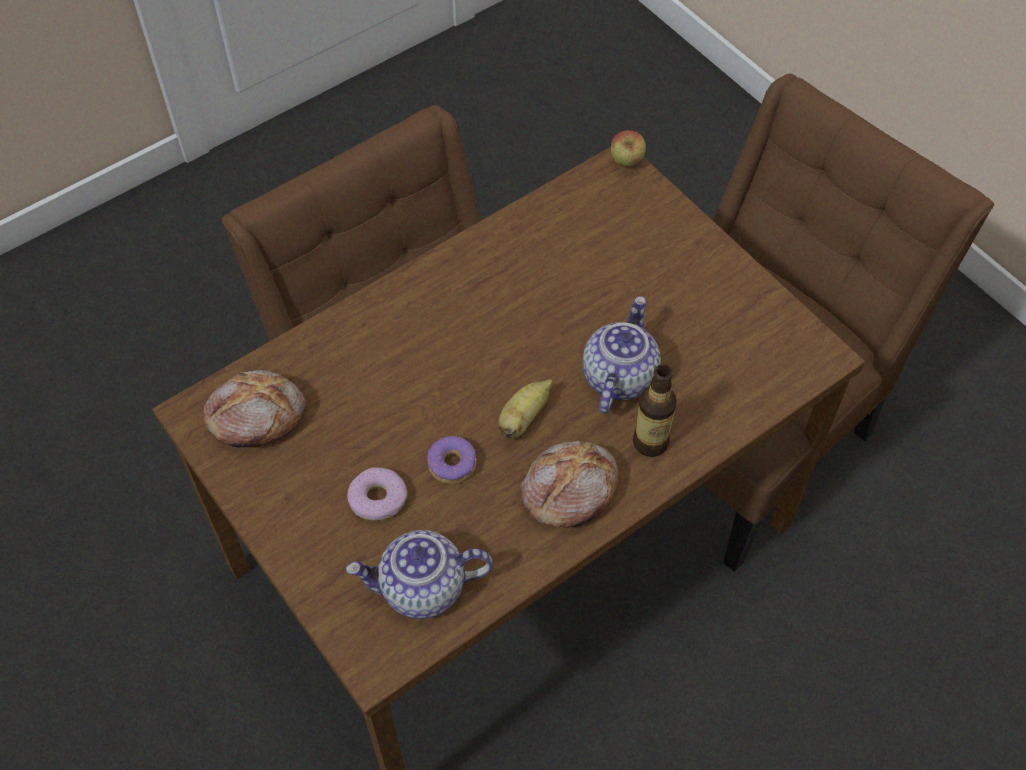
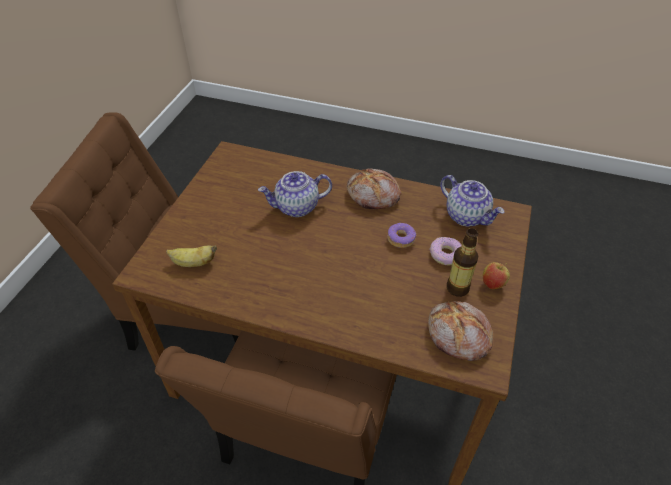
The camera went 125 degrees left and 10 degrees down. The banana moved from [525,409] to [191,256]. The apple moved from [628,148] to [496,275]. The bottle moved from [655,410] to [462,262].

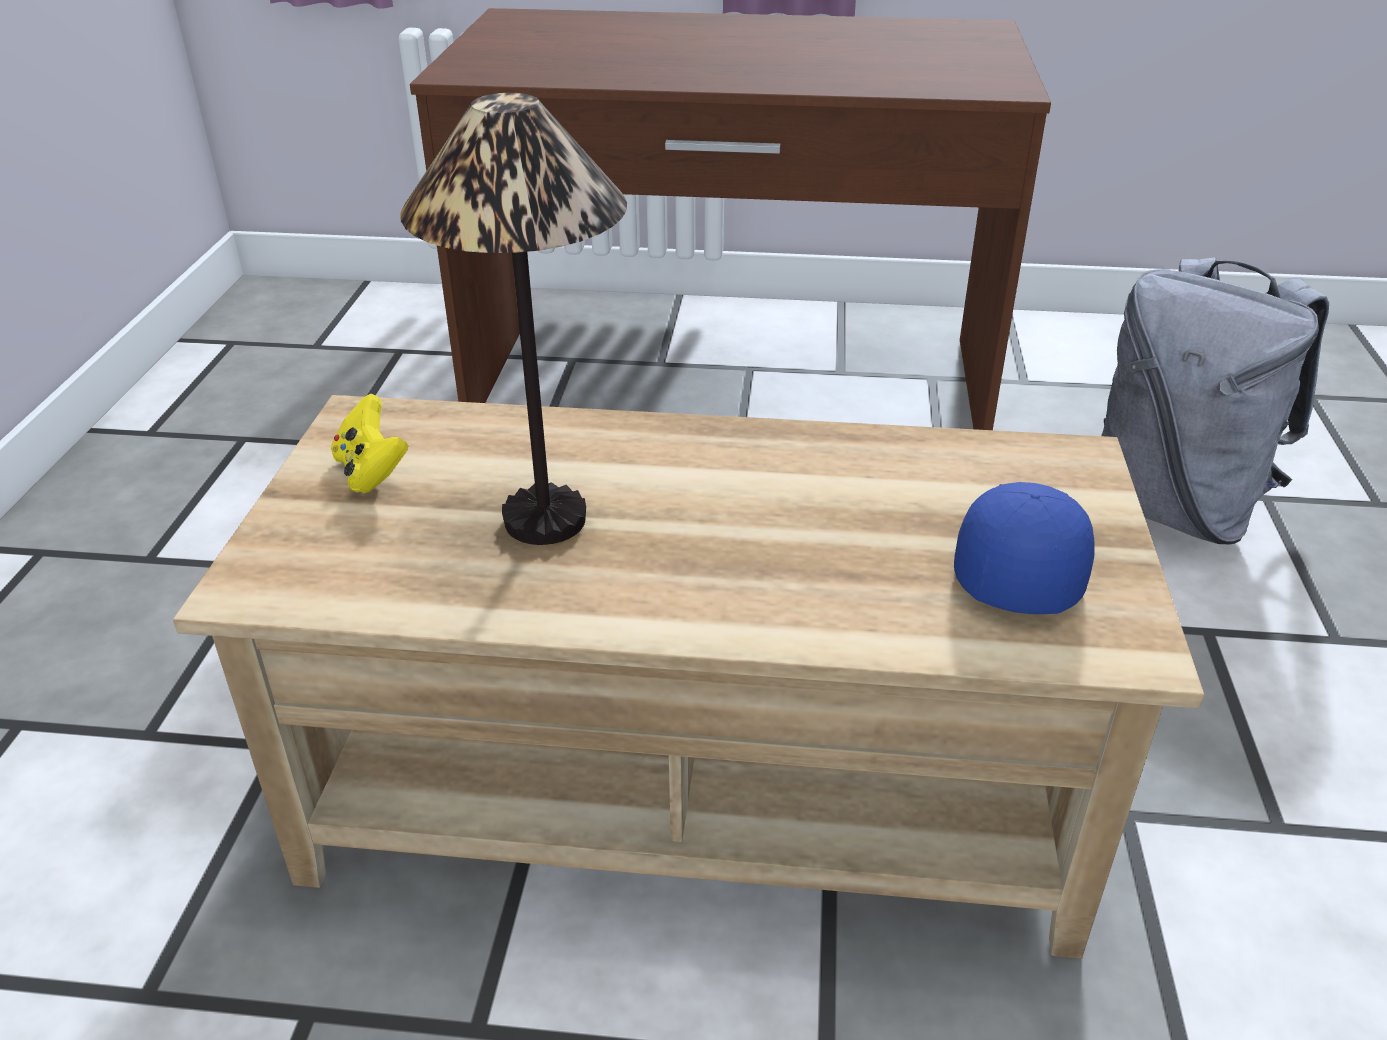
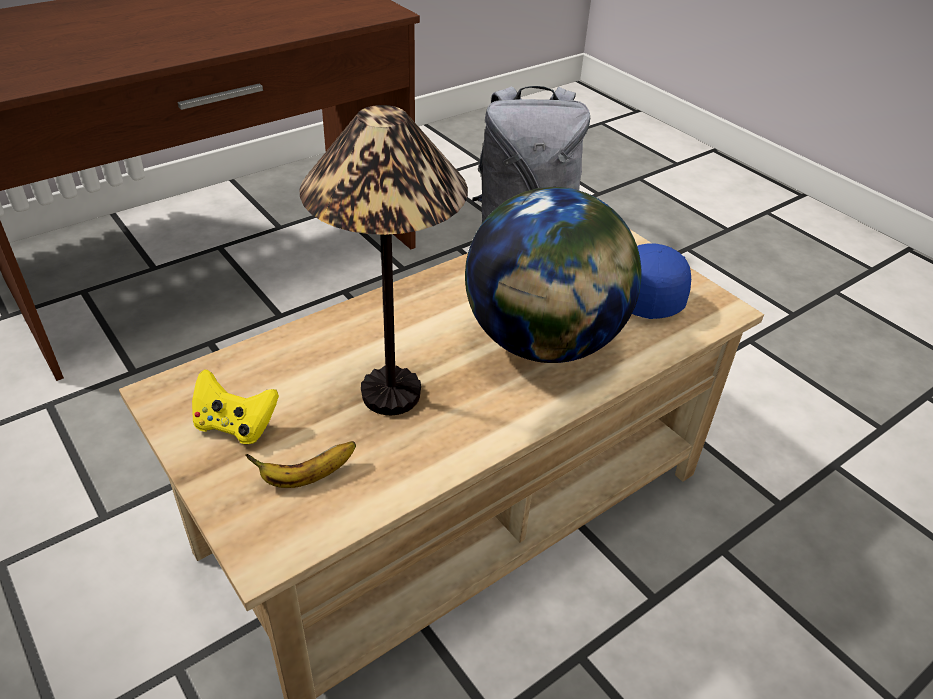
The camera went 45 degrees left and 5 degrees up. The banana at [300,464] appeared. The globe at [553,275] appeared.

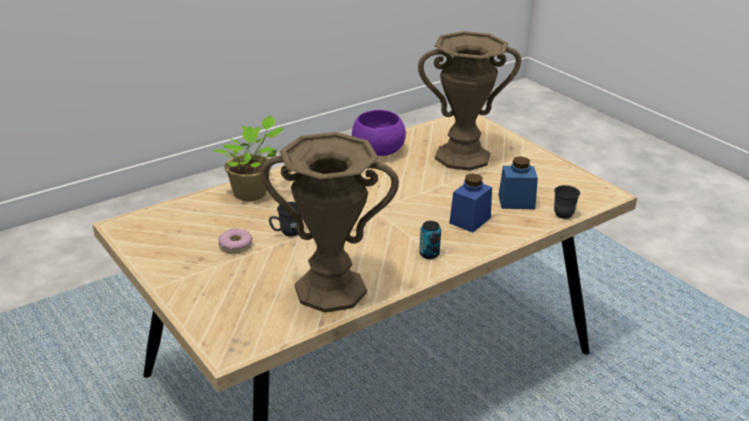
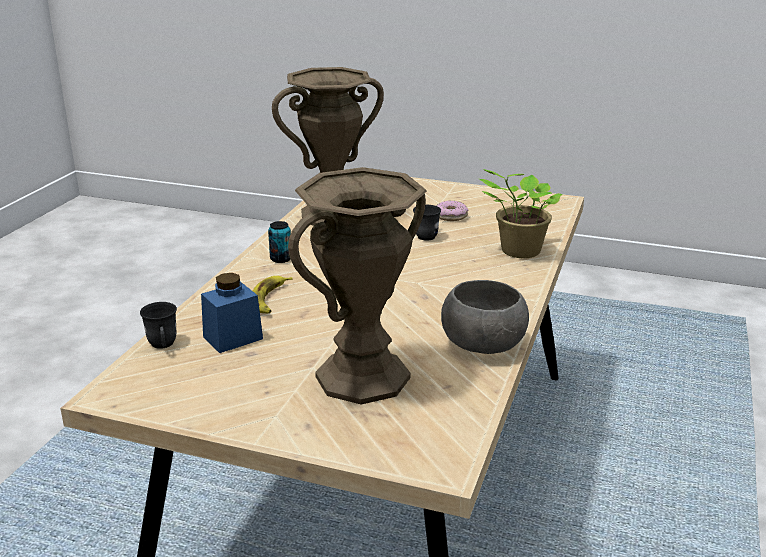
The camera went 145 degrees right and 5 degrees down. The purple_bowl at [379,133] became the grey_bowl at [485,317]. The blue_jar at [470,203] was replaced by the banana at [273,294].

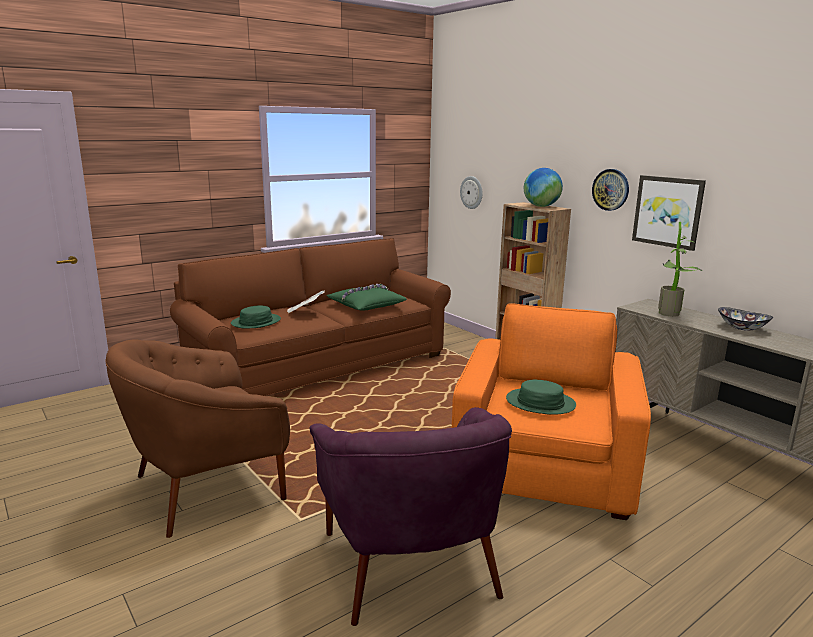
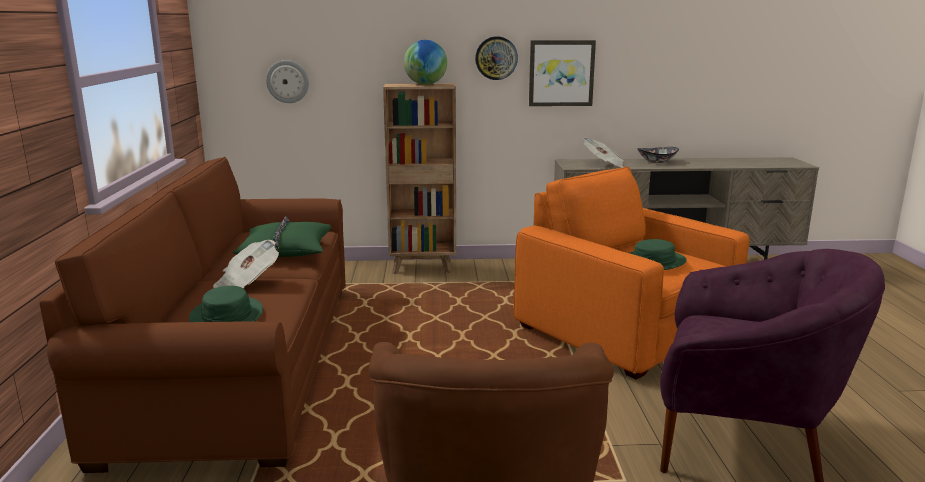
The camera went 55 degrees left and 0 degrees up. The potted_plant at [680,269] was replaced by the newspaper at [603,152].

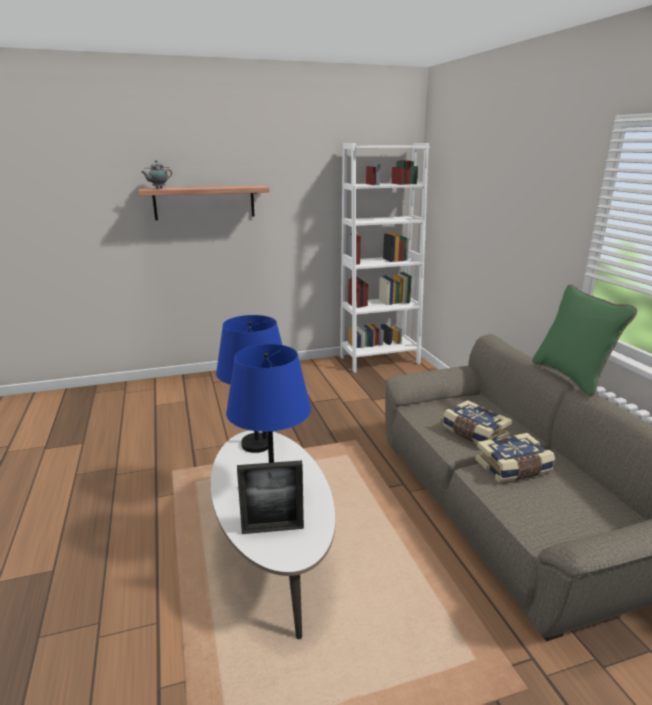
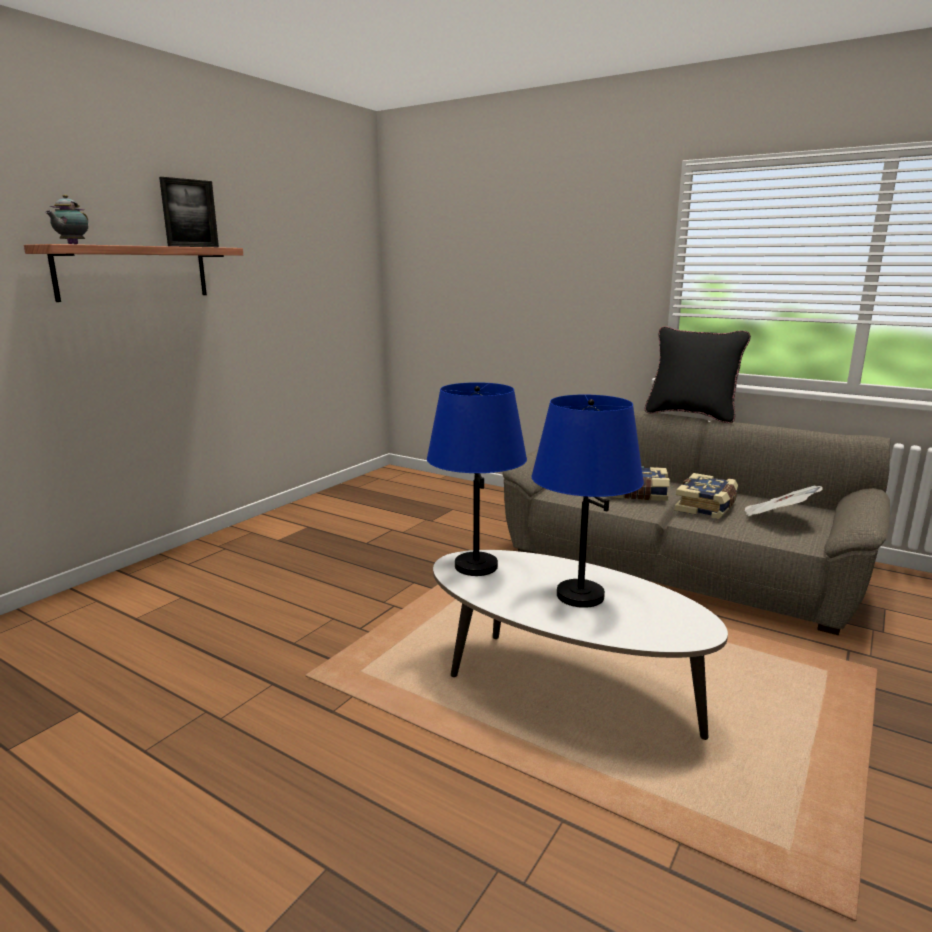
The camera went 40 degrees left and 5 degrees down. The picture_frame moved from [270,497] to [189,212]. The white_bookcase at [385,258] disappeared. The green_pillow at [585,340] became the black_pillow at [698,374]. The newspaper at [784,500] appeared.

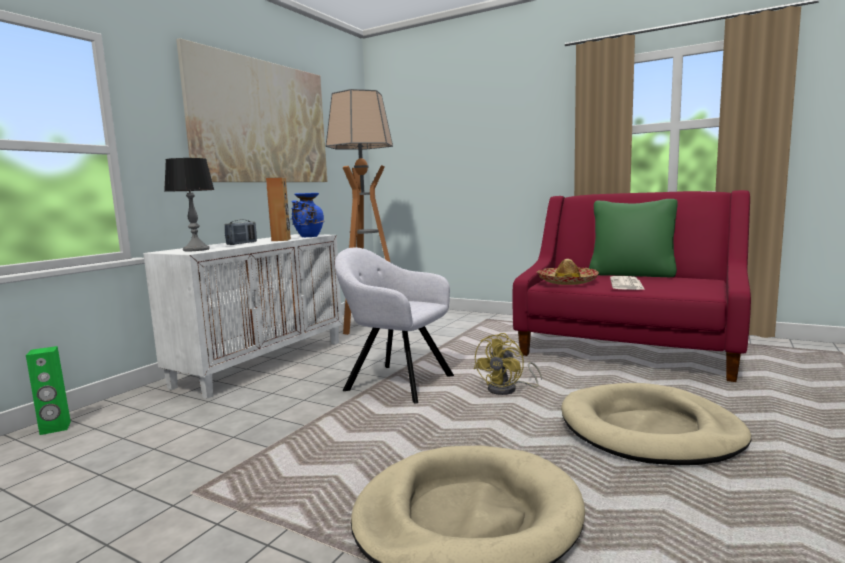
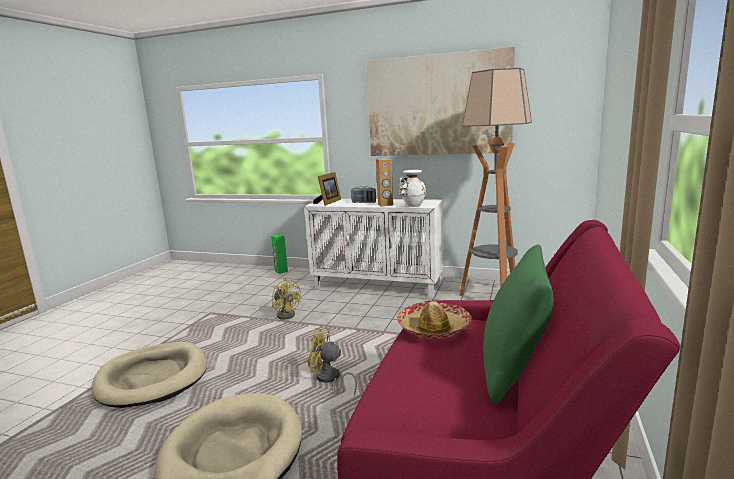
The camera went 80 degrees right and 5 degrees up. The table_lamp at [189,204] was replaced by the picture_frame at [327,189]. The blue_vase at [307,215] became the white_vase at [412,188]. The grey_armchair at [394,325] disappeared. The newspaper at [627,283] disappeared. The yellow_fan at [286,299] appeared.

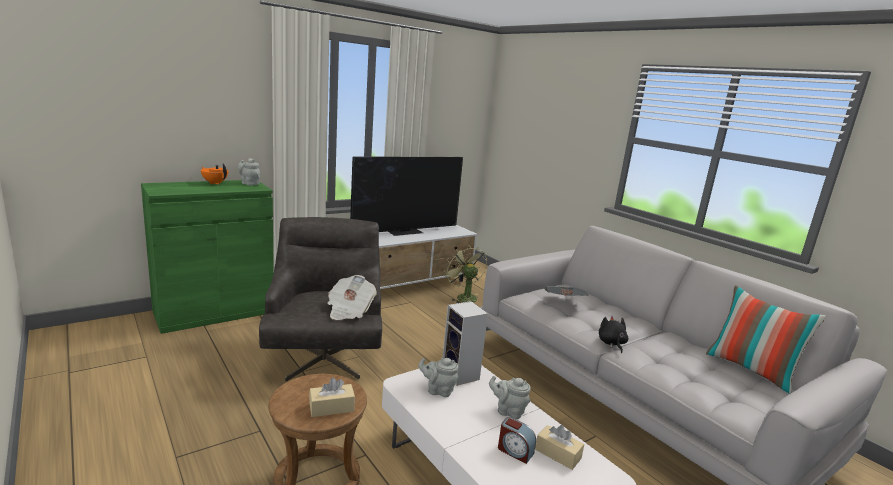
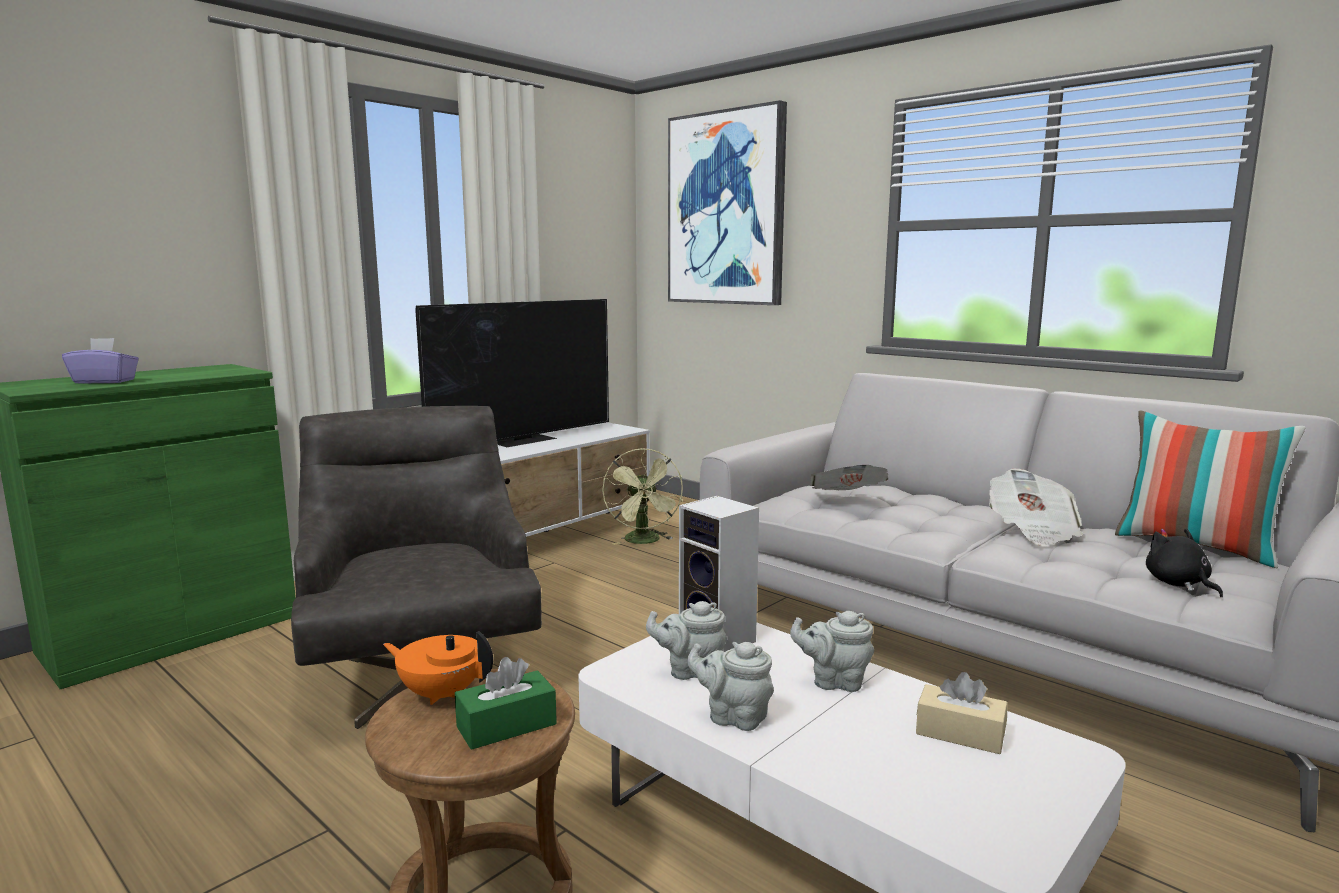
The camera went 10 degrees left and 5 degrees down. The orange_teapot moved from [215,173] to [438,668]. The grey_teapot moved from [249,172] to [730,686]. The beige_tissue_box at [332,397] became the green_tissue_box at [506,703]. The newspaper moved from [352,297] to [1036,507]. The green_fan at [465,274] turned 150 degrees counterclockwise. The alarm_clock at [517,440] disappeared. The black_plush_toy moved from [613,334] to [1184,562]. The purple_tissue_box at [100,361] appeared. The picture at [727,202] appeared.

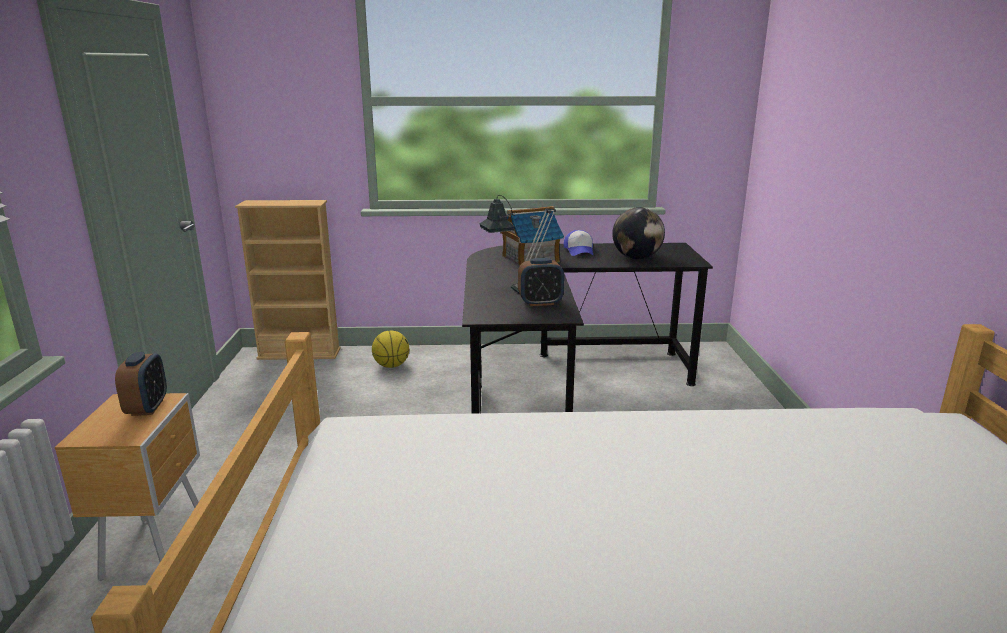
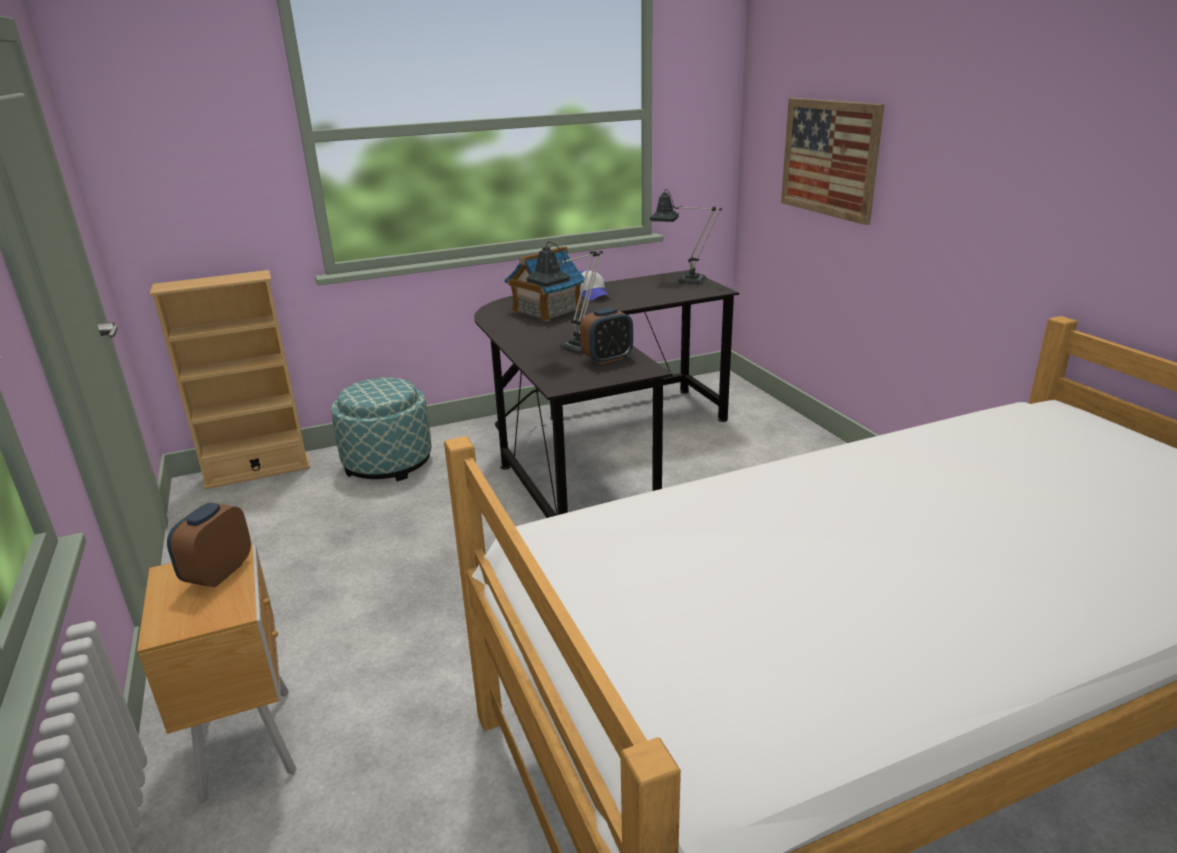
The camera went 20 degrees left and 5 degrees up. The alarm_clock at [141,384] turned 135 degrees counterclockwise. The basketball at [390,349] was replaced by the ottoman at [381,429]. The globe at [638,233] disappeared. The table_lamp at [686,236] appeared. The picture at [833,161] appeared.

